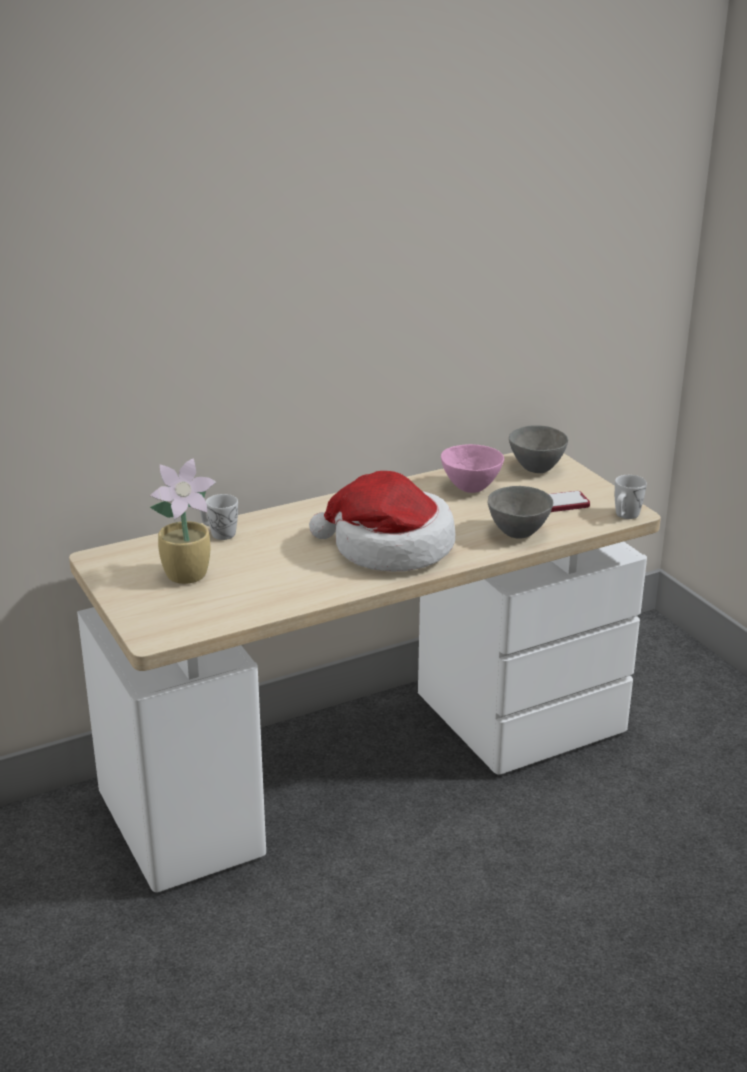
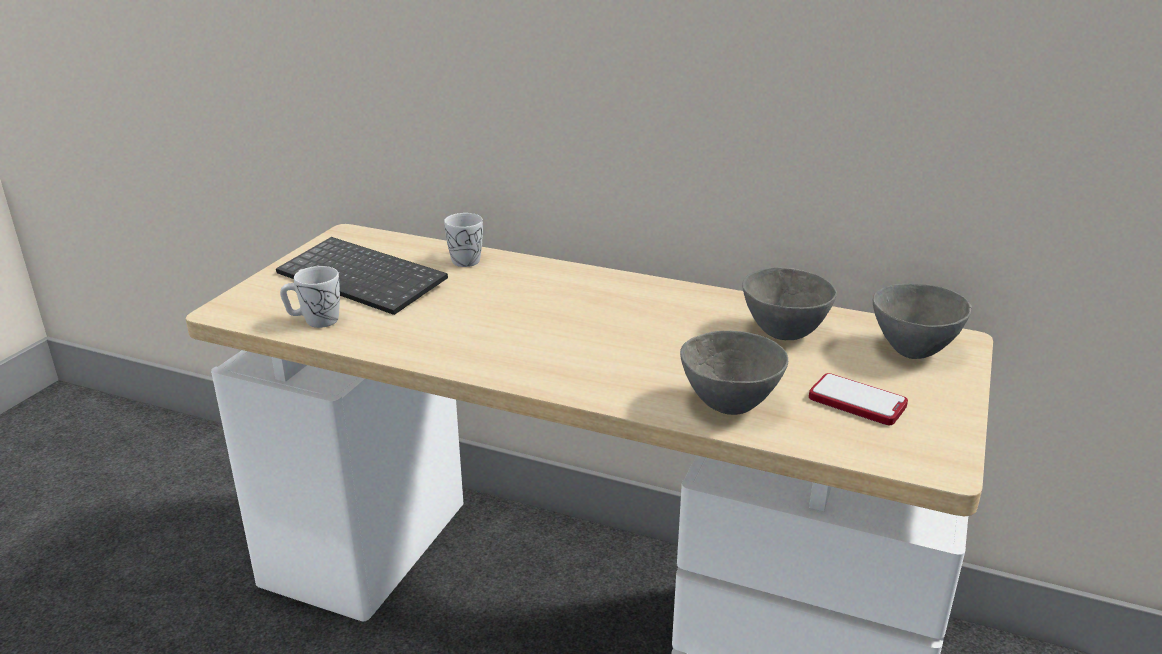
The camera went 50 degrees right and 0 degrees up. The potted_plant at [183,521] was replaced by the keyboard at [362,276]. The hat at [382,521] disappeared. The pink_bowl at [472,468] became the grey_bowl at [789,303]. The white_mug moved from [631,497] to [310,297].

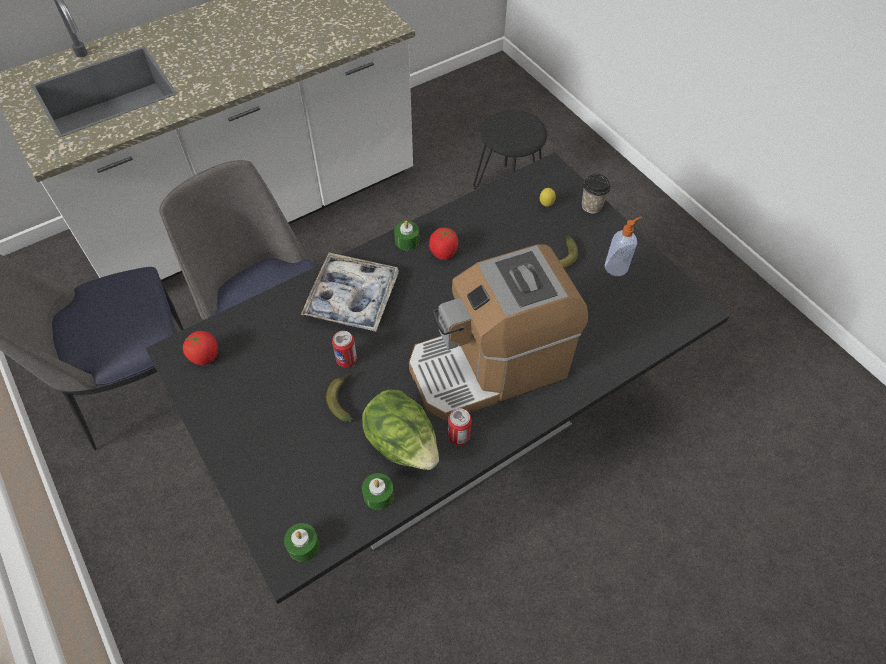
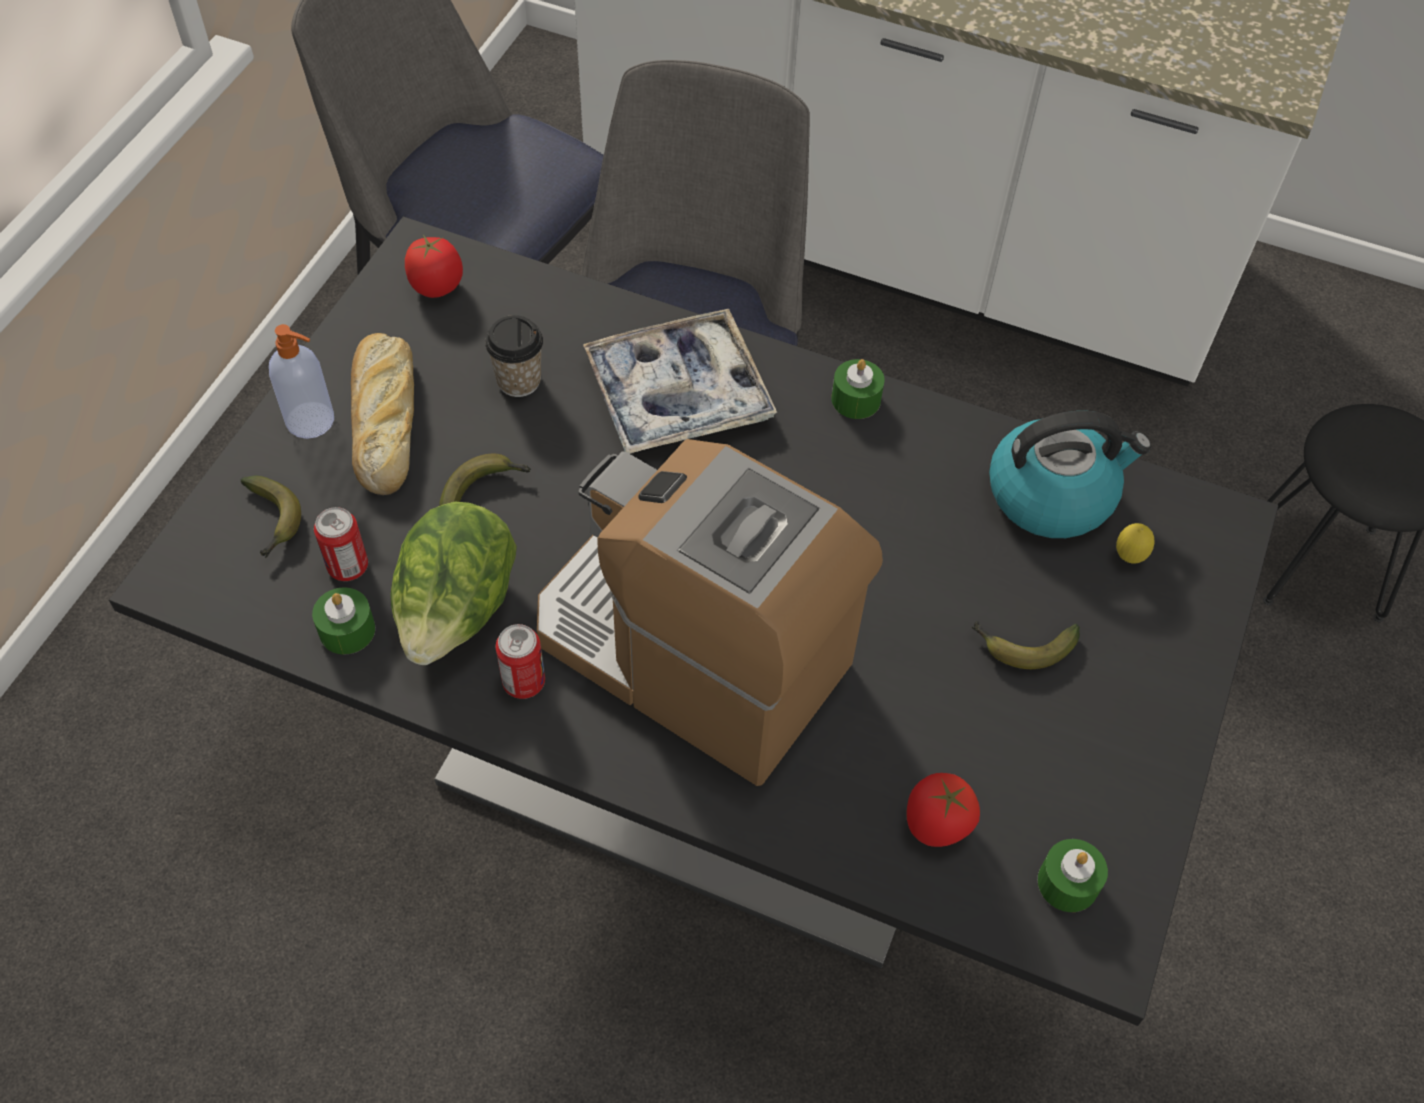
The camera went 55 degrees right and 0 degrees up. The green_candle moved from [302,542] to [1073,875]. The can moved from [344,349] to [341,544]. The tomato moved from [443,244] to [943,810]. The cup moved from [596,193] to [514,356]. The soap_dispenser moved from [623,246] to [301,381]. The banana at [271,517] appeared. The bread at [382,414] appeared. The kettle at [1070,474] appeared.

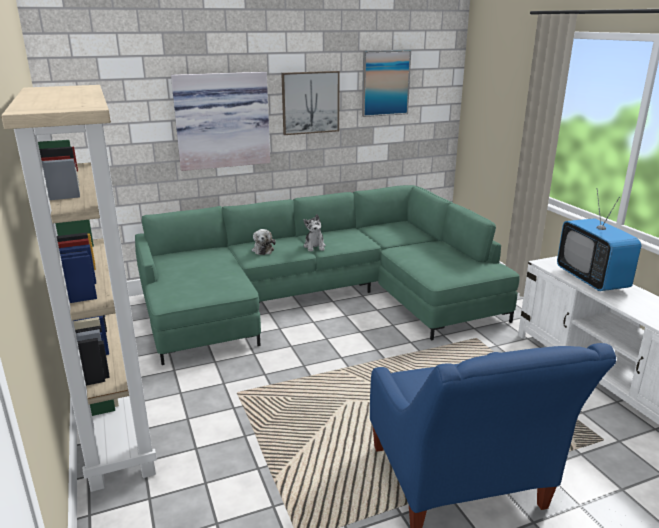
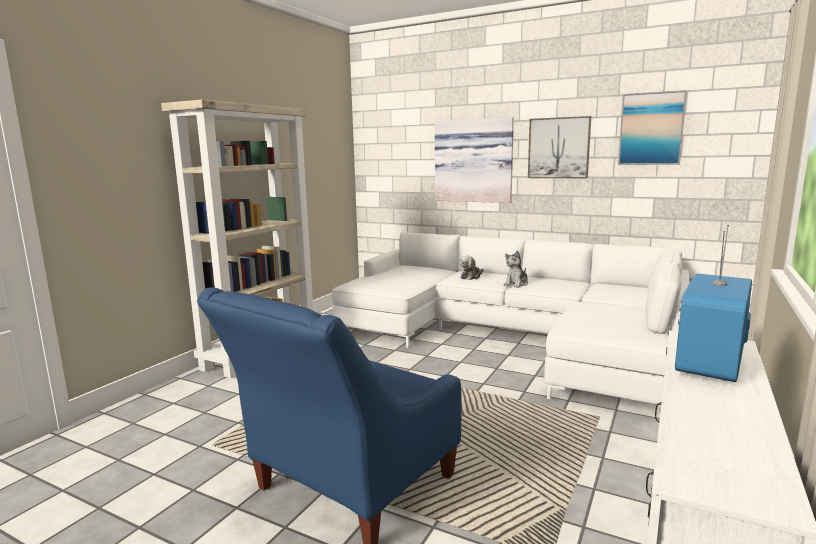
The camera went 50 degrees right and 10 degrees down. The green_sofa at [327,275] became the white_sofa at [510,319].

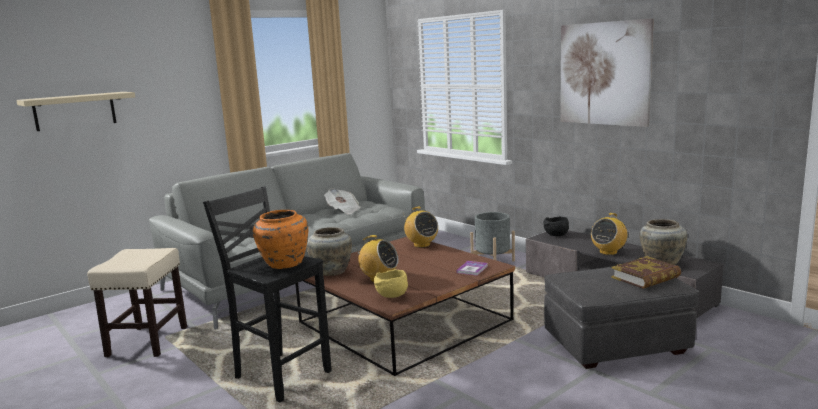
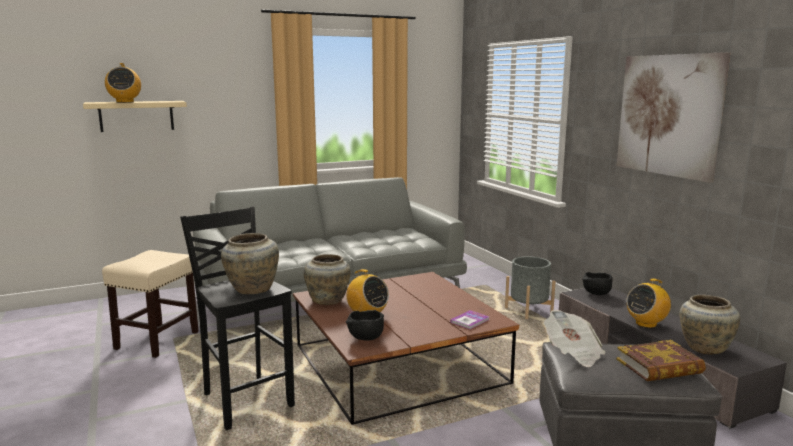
The camera went 15 degrees right and 0 degrees up. The orange_vase at [280,239] became the beige_vase at [250,263]. The newspaper moved from [342,201] to [575,338]. The yellow_bowl at [391,283] became the black_bowl at [365,325]. The radio moved from [420,227] to [123,83].

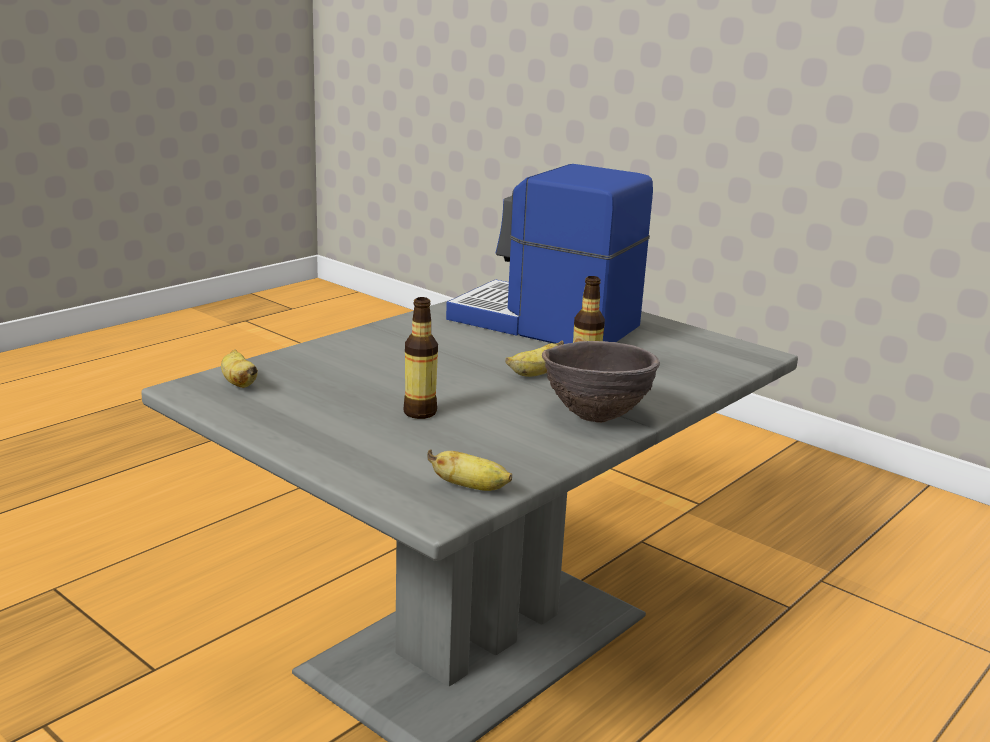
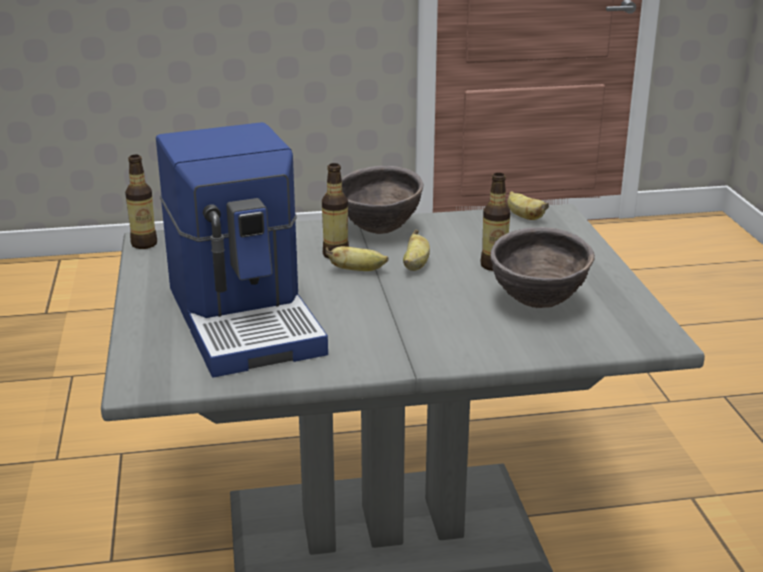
The camera went 140 degrees left and 5 degrees up. The banana moved from [239,369] to [416,250]. The bottle at [141,202] appeared. The brown_bowl at [542,267] appeared.

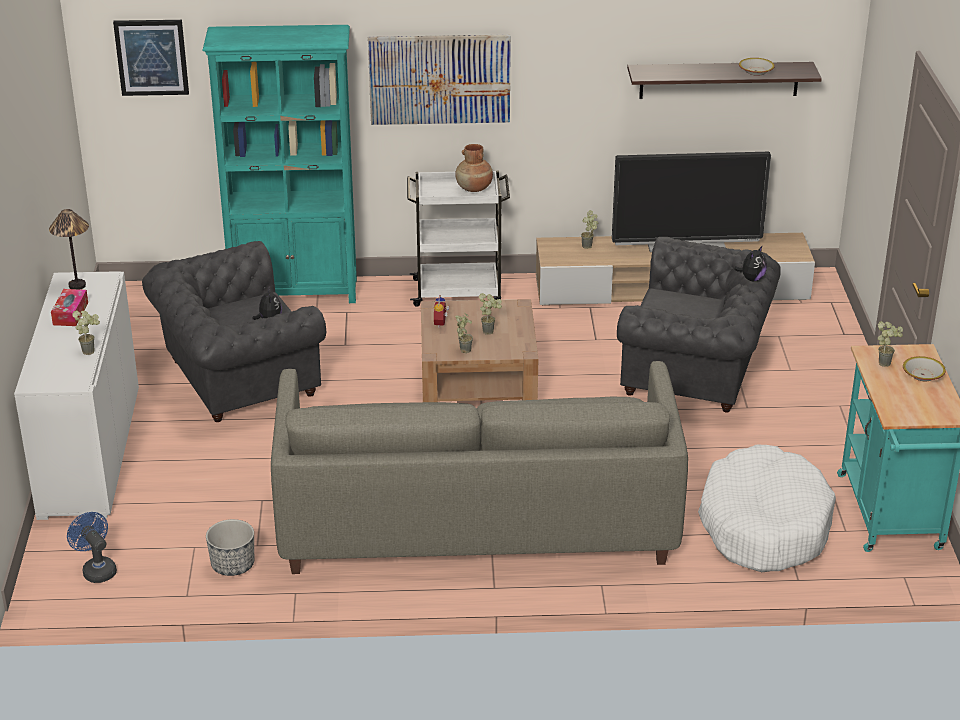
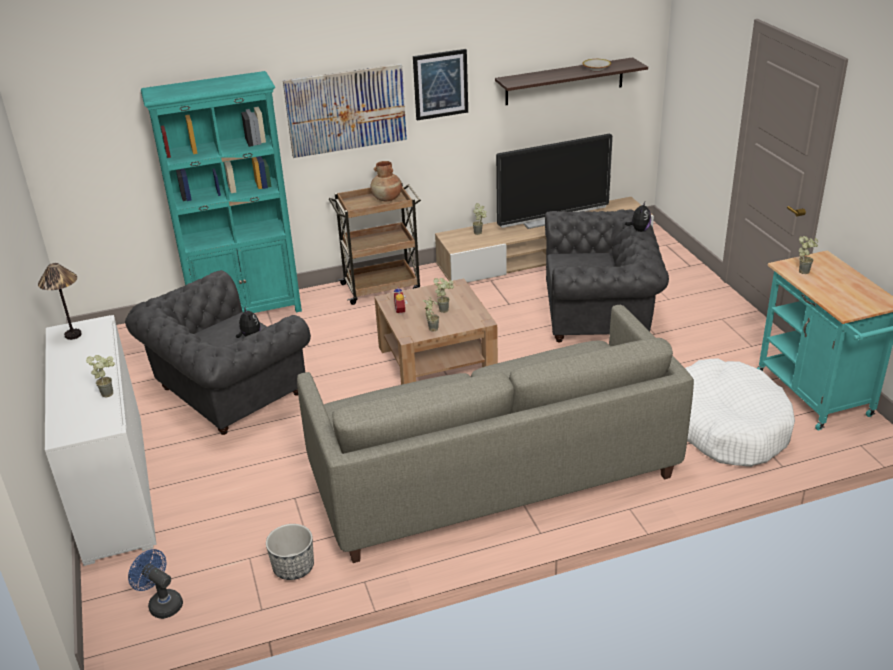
The camera went 15 degrees left and 0 degrees up. The tissue_box at [69,307] disappeared. The picture moved from [151,58] to [440,84]. The white_cart at [458,238] became the brown_cart at [375,243]. The bowl at [924,368] disappeared.

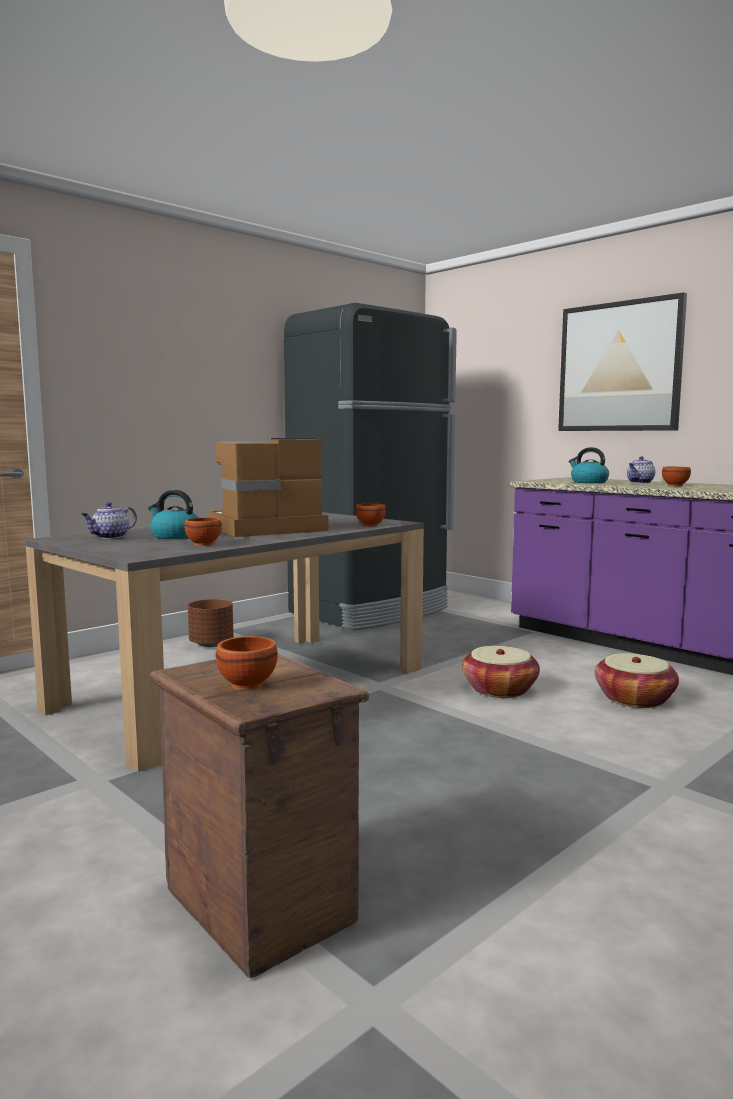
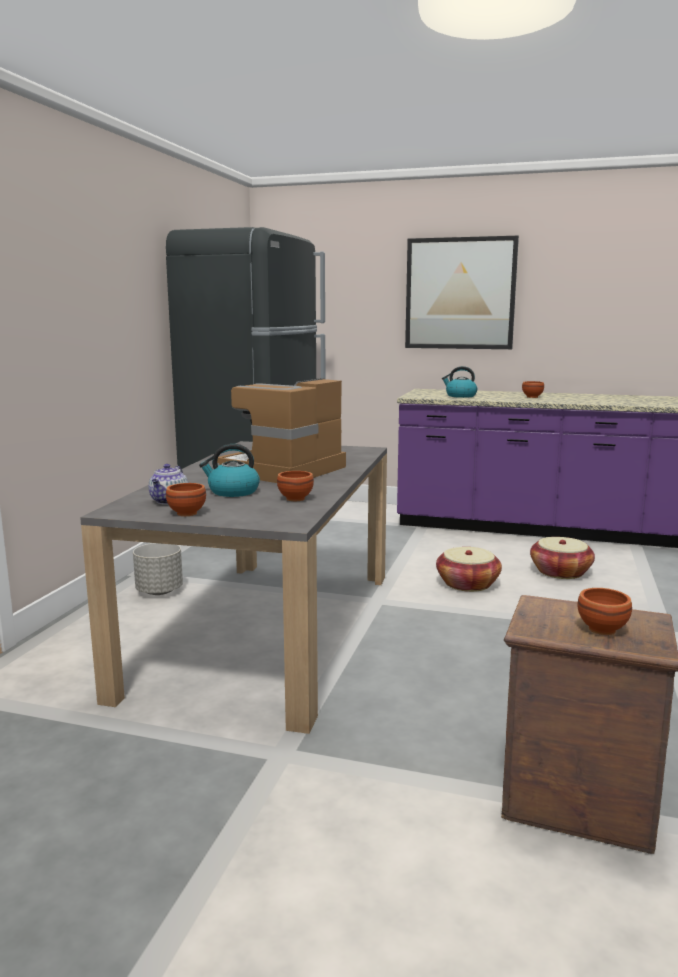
The camera went 30 degrees left and 5 degrees up. The brown_planter at [211,623] became the grey_planter at [158,569]. The brown_bowl moved from [371,515] to [186,499]. The teapot at [641,469] disappeared.

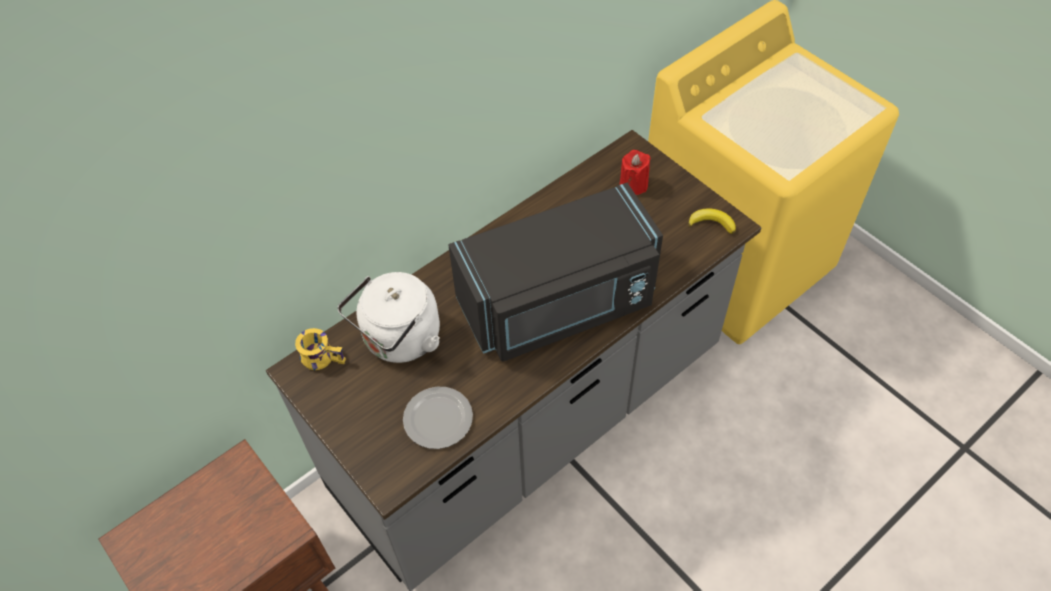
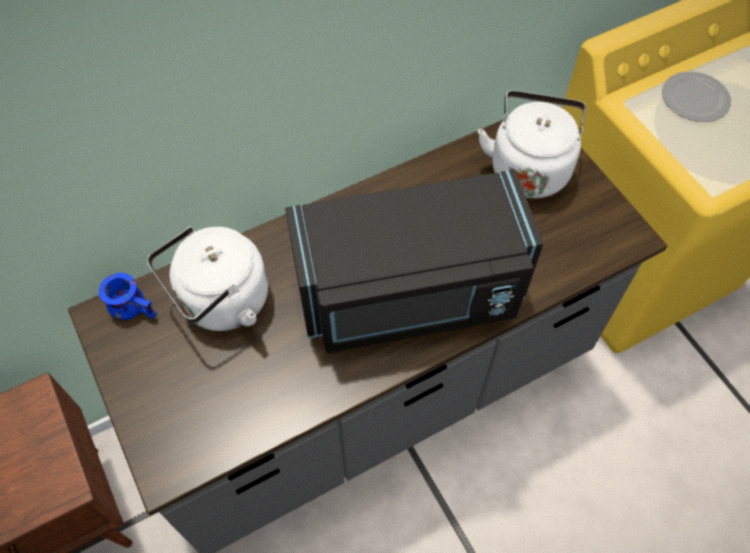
The camera went 10 degrees right and 5 degrees up. The yellow_mug at [320,349] became the blue_mug at [128,296]. The plate moved from [438,418] to [696,97]. The red_candle at [635,172] was replaced by the white_kettle at [532,144]. The banana at [712,221] disappeared.

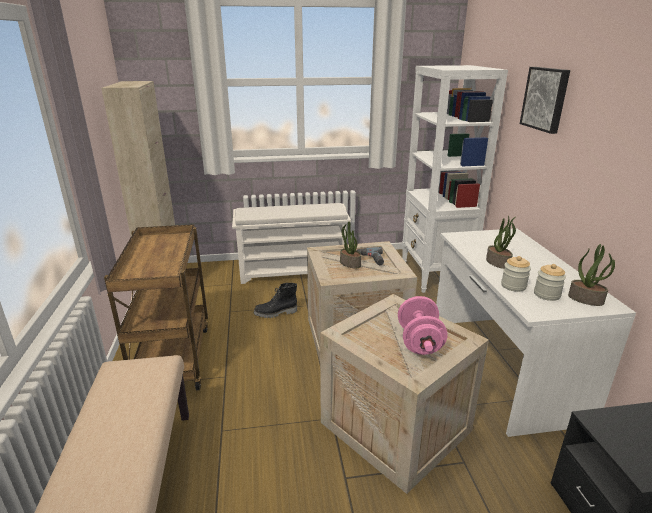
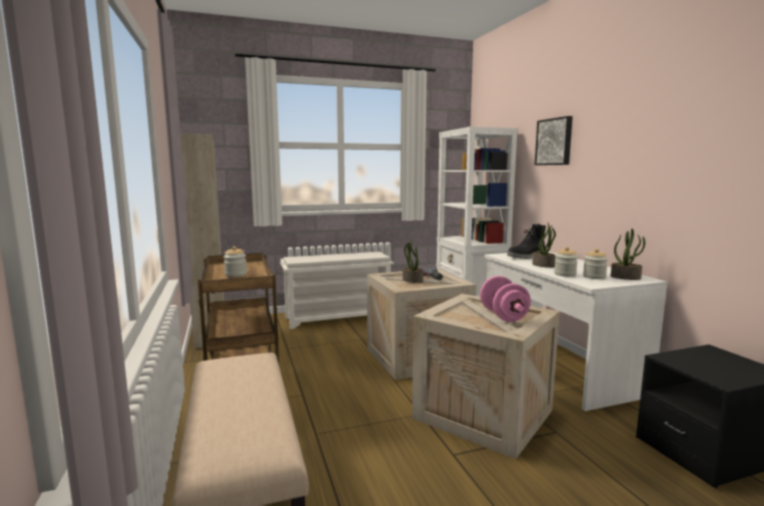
The camera went 10 degrees left and 15 degrees down. The black_boot moved from [275,300] to [526,241]. The jar at [235,261] appeared.

